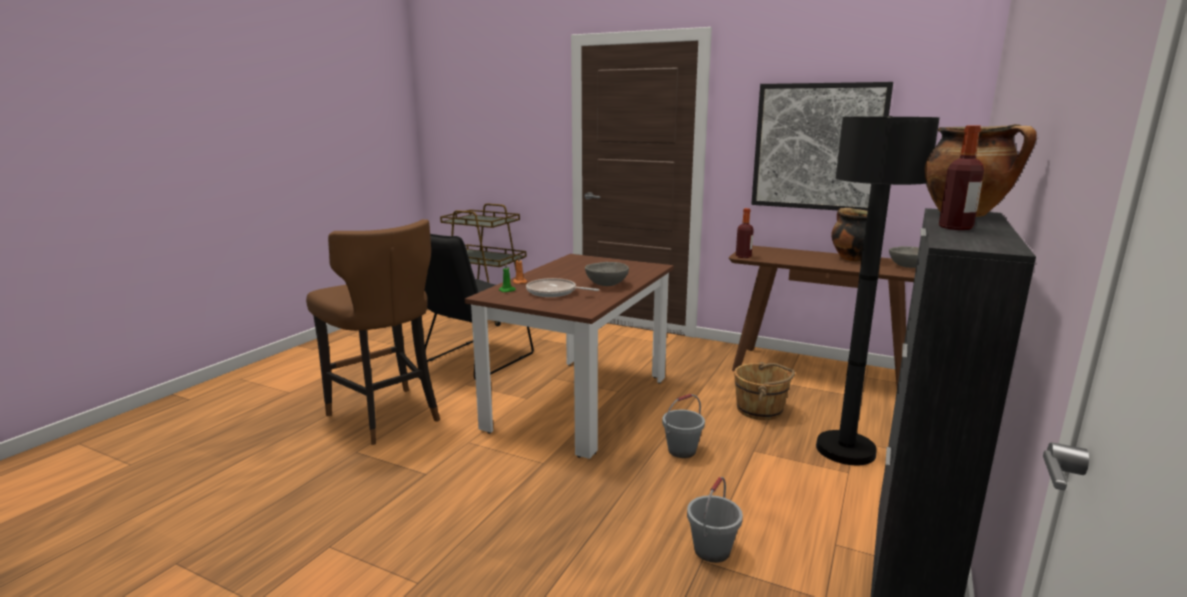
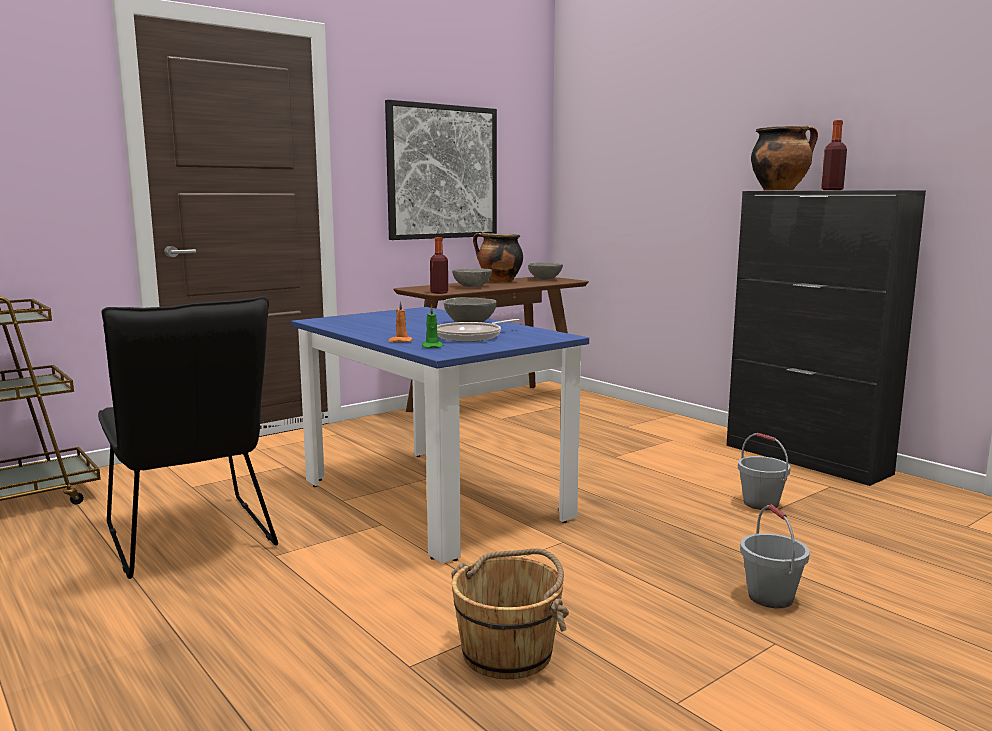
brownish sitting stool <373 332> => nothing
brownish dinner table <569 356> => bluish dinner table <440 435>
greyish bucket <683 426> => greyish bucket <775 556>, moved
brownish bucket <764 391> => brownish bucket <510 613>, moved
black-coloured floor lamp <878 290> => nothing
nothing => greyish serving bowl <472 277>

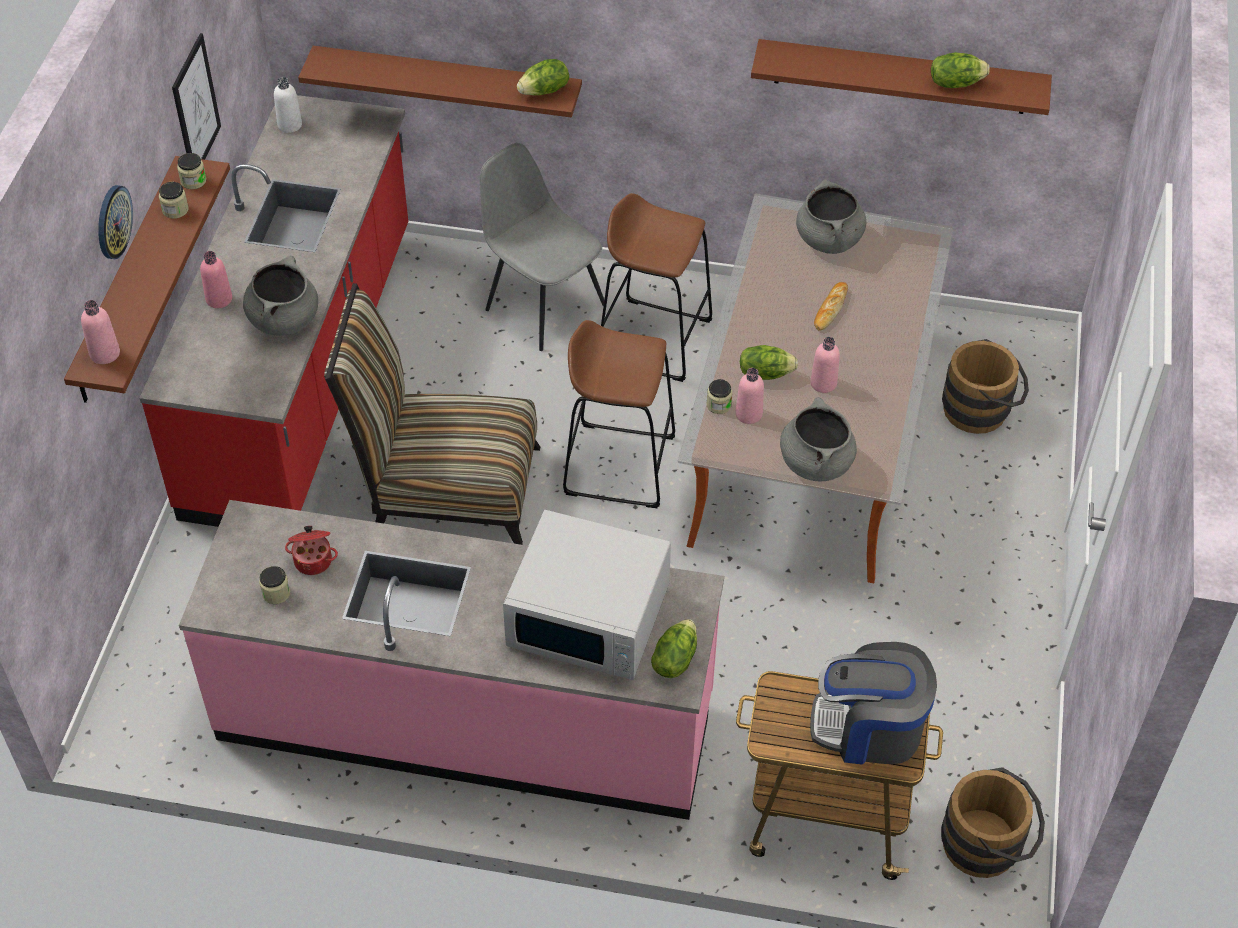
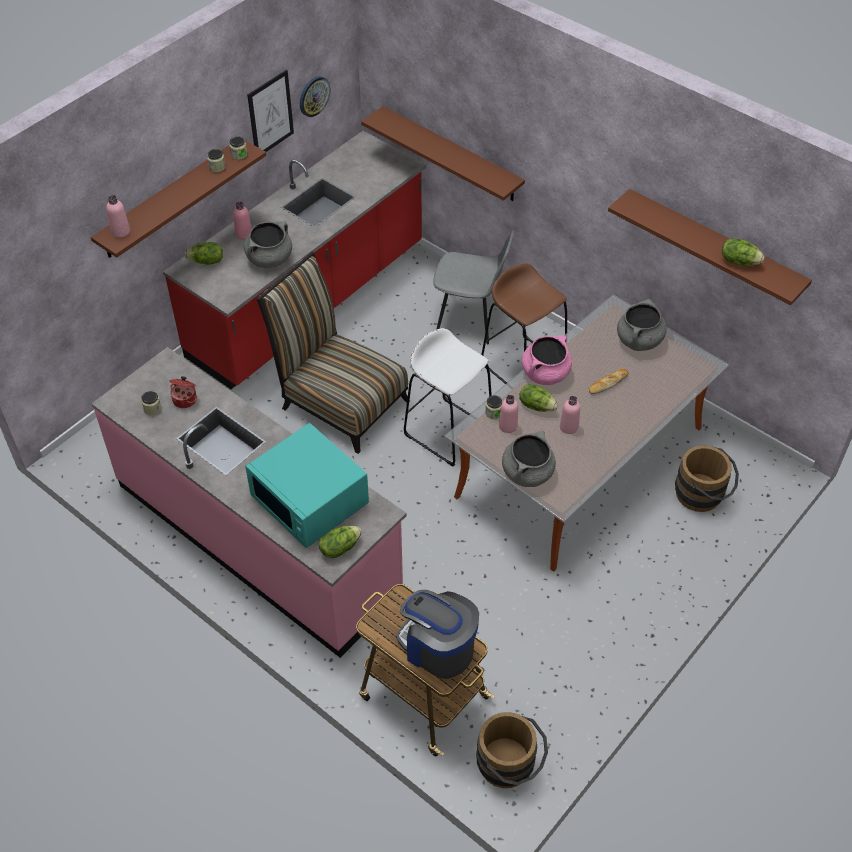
hanging clock <115 222> => hanging clock <315 96>, moved
whitish beverage bottle <288 105> => nothing
greyish chair <542 247> => greyish chair <474 287>, 120 degrees clockwise
whitish microwave oven <587 595> => turquoise microwave oven <307 485>
lettuce <543 77> => lettuce <204 253>, moved
brownish sitting stool <619 414> => whitish sitting stool <448 397>
nothing => pink-coloured saucepot <547 360>

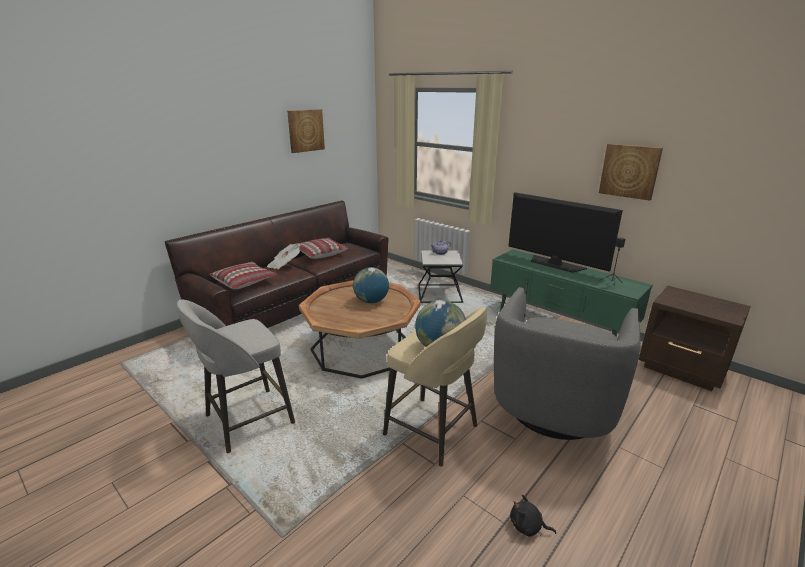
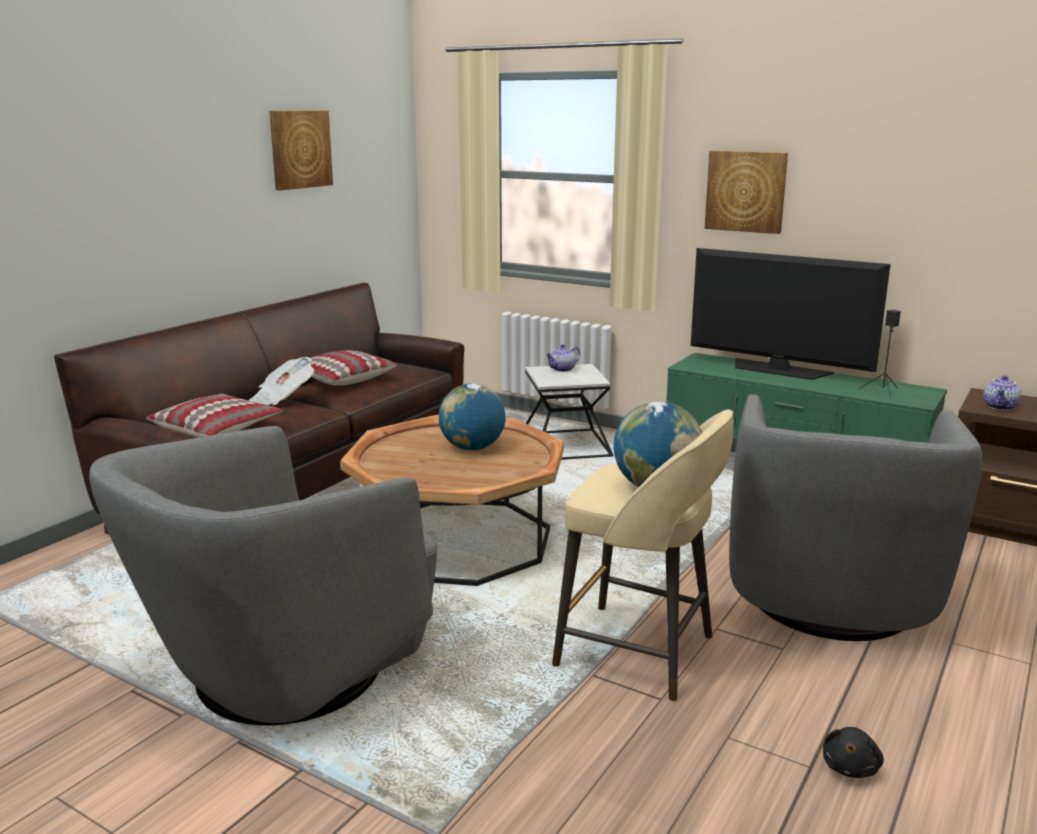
greyish sitting stool <236 376> => greyish easy chair <263 575>
black-coloured soft toy <533 516> => black-coloured soft toy <853 752>, 75 degrees counterclockwise
picture <631 172> => picture <746 192>, moved
nothing => pot for tea <1002 393>

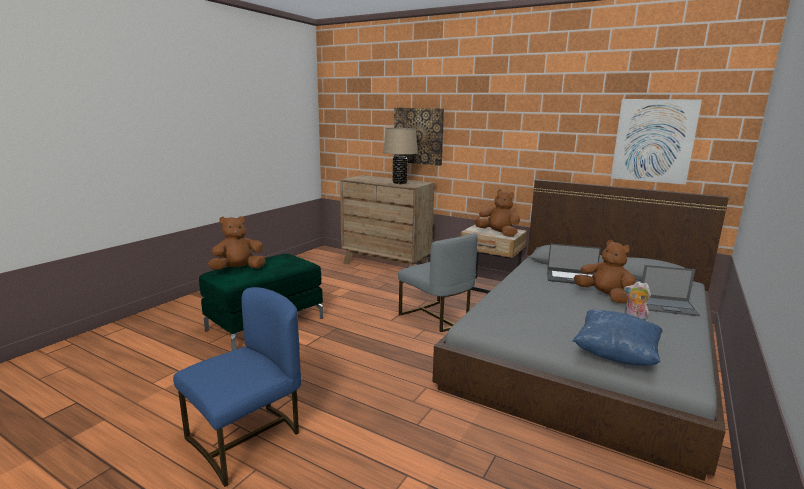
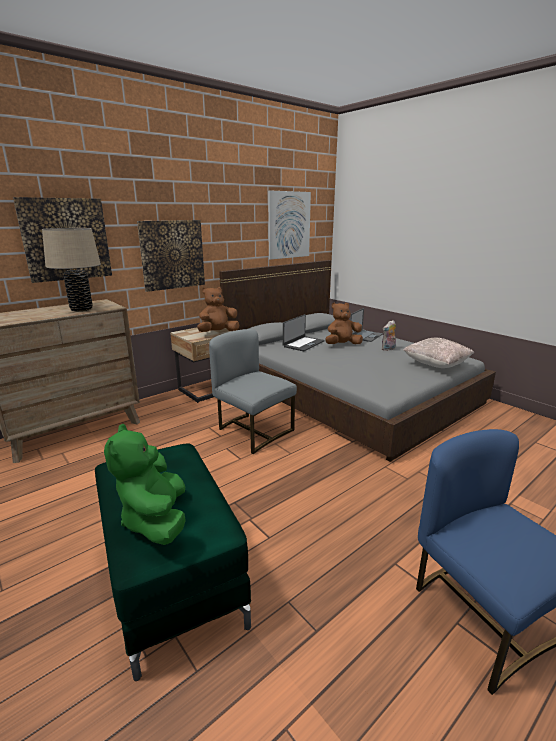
brownish soft toy <237 243> => green-coloured soft toy <144 484>
greyish chair <438 282> => greyish chair <253 391>, 120 degrees counterclockwise
bluish throw pillow <617 337> => beige-coloured throw pillow <438 353>
nothing => picture <171 256>

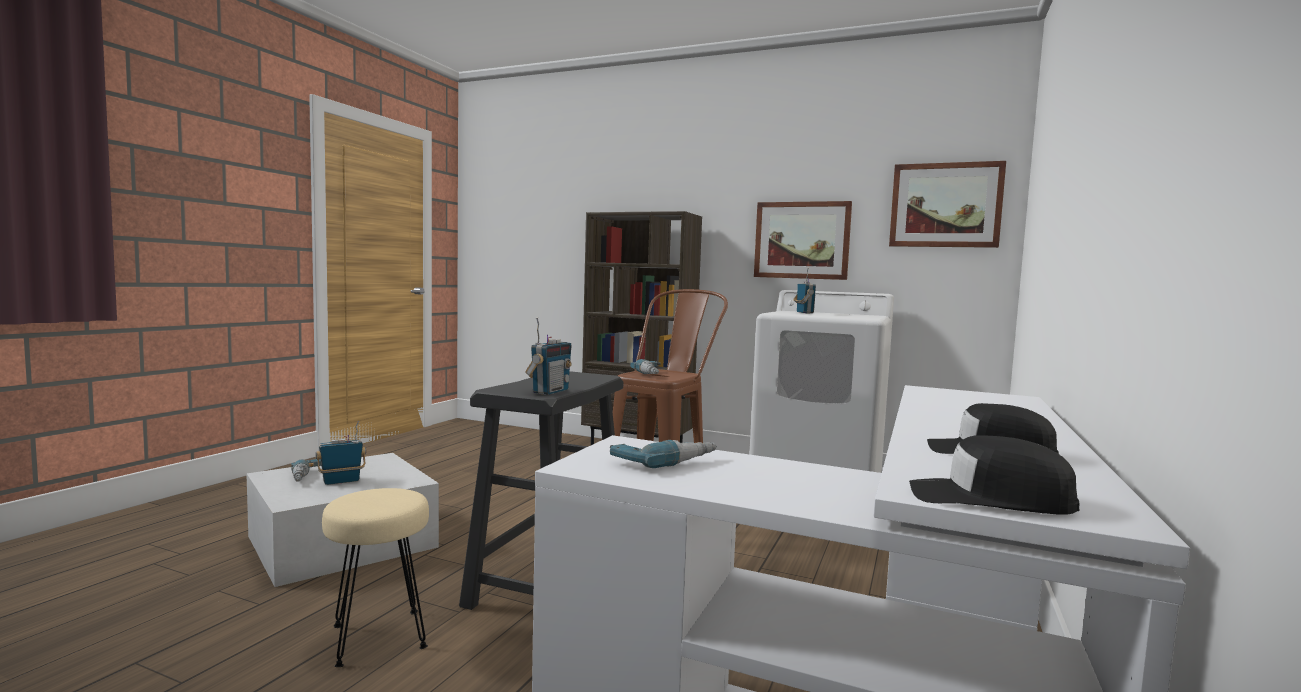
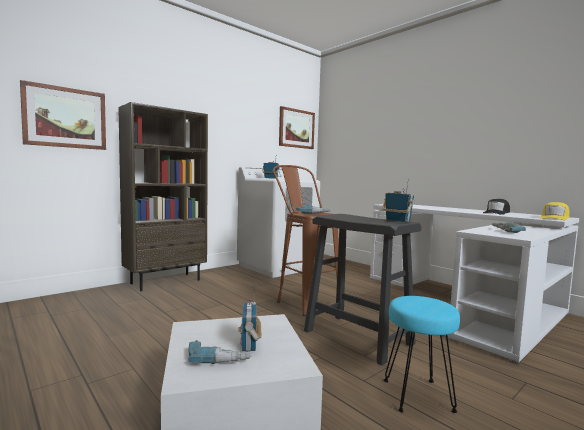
beige-coloured sitting stool <375 577> => turquoise sitting stool <422 354>
picture <803 240> => picture <63 115>, moved
black-coloured peaked cap <994 475> => yellow peaked cap <554 211>

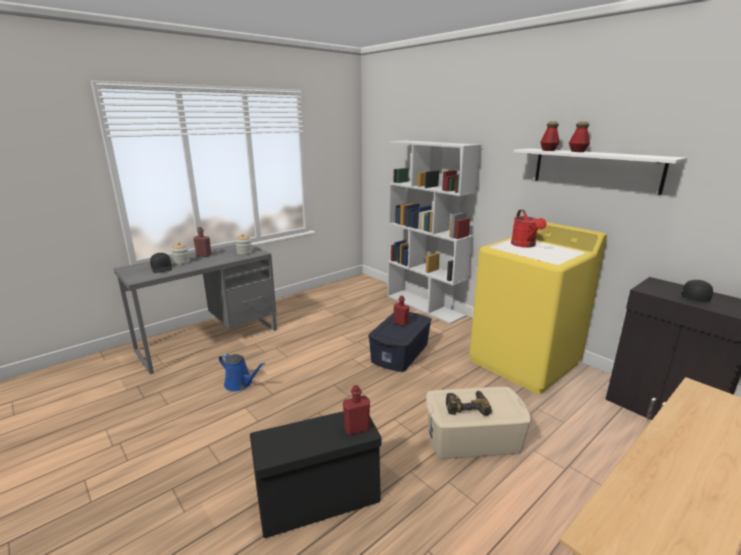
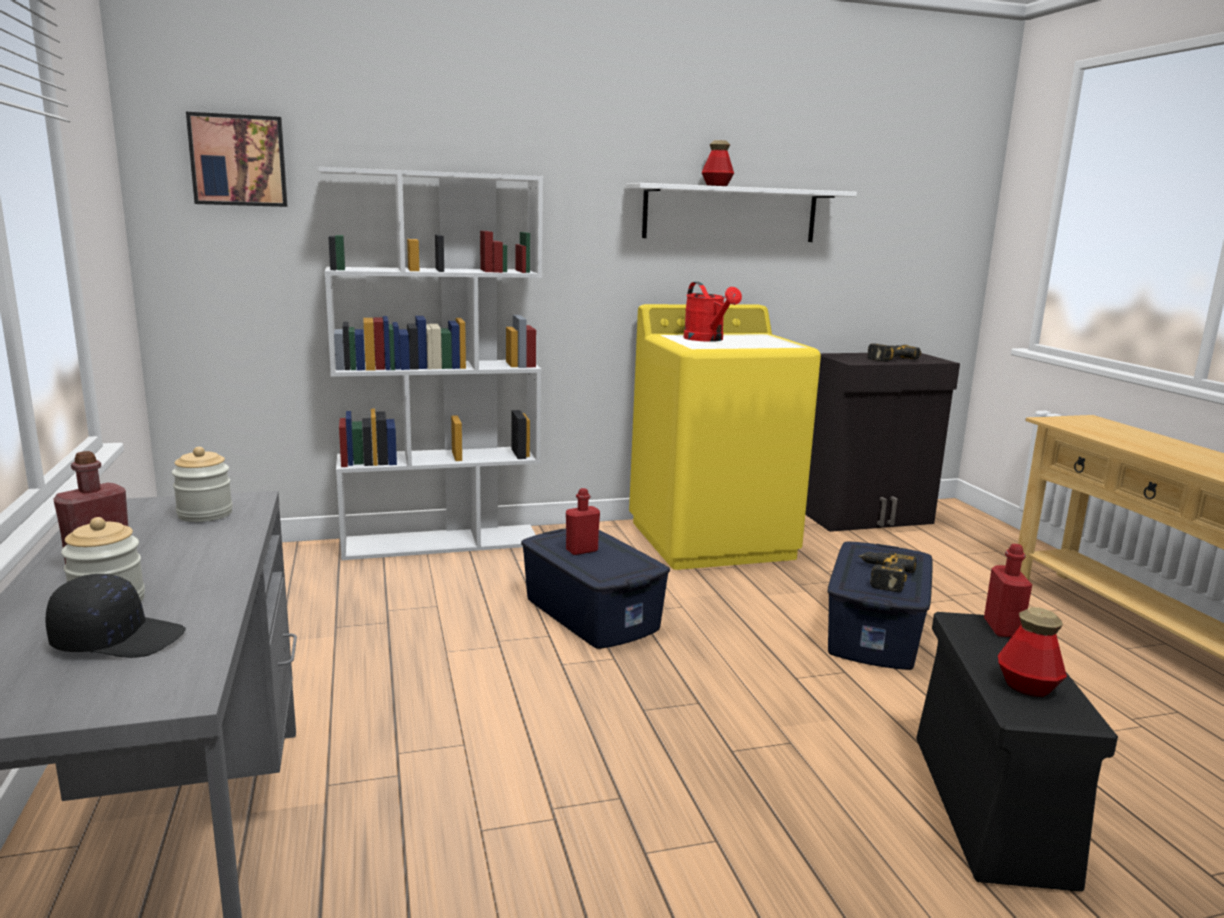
bluish watering can <242 372> => nothing
beige-coloured storage bin <478 423> => bluish storage bin <880 606>
reddish watering can <529 229> => reddish watering can <712 312>, 45 degrees clockwise
beverage bottle <550 136> => beverage bottle <1032 652>, moved
black-coloured peaked cap <697 291> => drill <894 353>
nothing => picture <237 159>

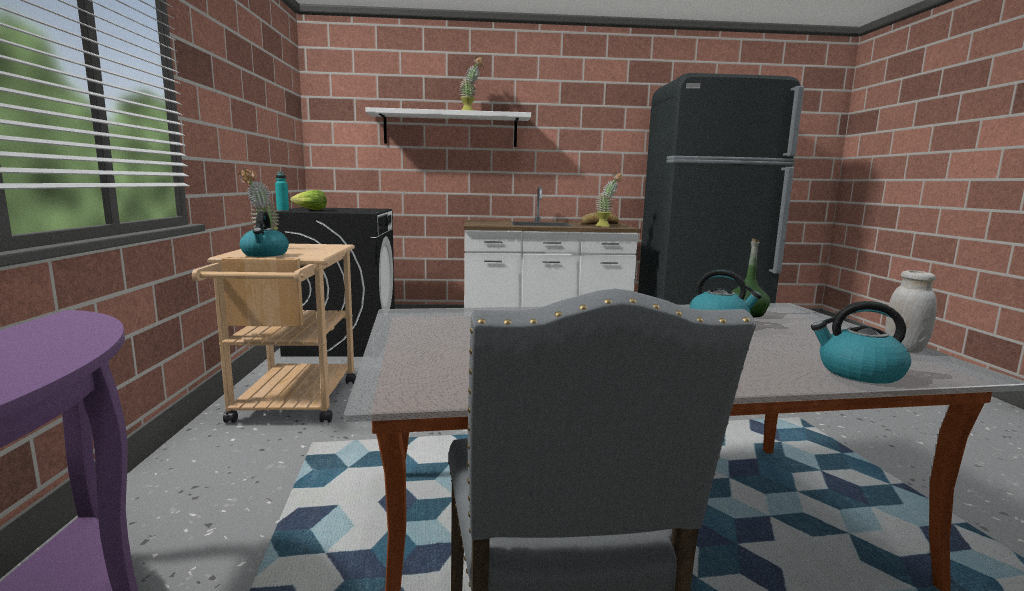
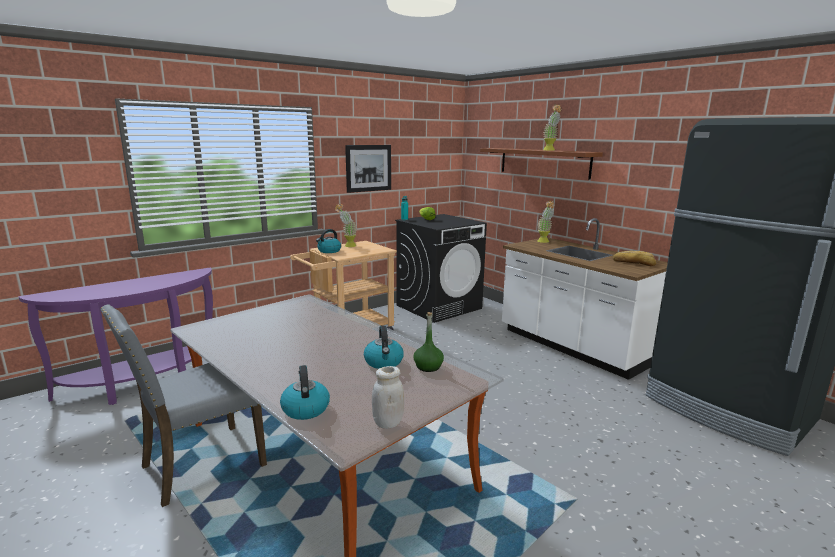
whitish bracket shelf <448 127> => brownish bracket shelf <541 164>
potted plant <609 199> => potted plant <546 221>, moved
nothing => picture <368 169>

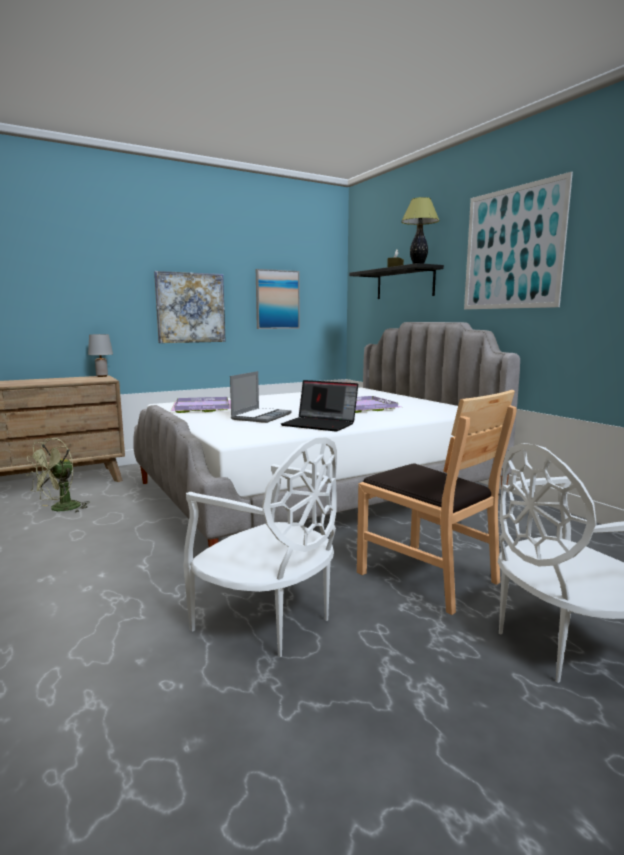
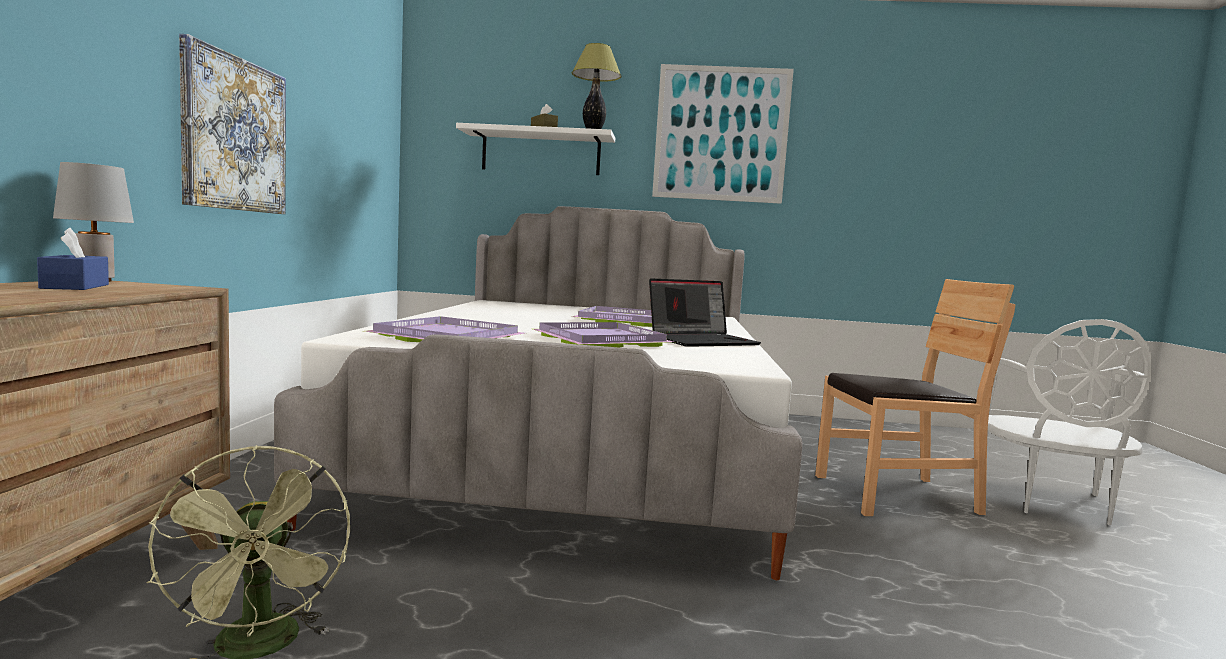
whitish chair <260 547> => nothing
portable computer <260 397> => purple-coloured tray <603 335>
picture <278 299> => nothing
black-coloured bracket shelf <396 281> => whitish bracket shelf <535 149>
nothing => bluish tissue box <73 259>

